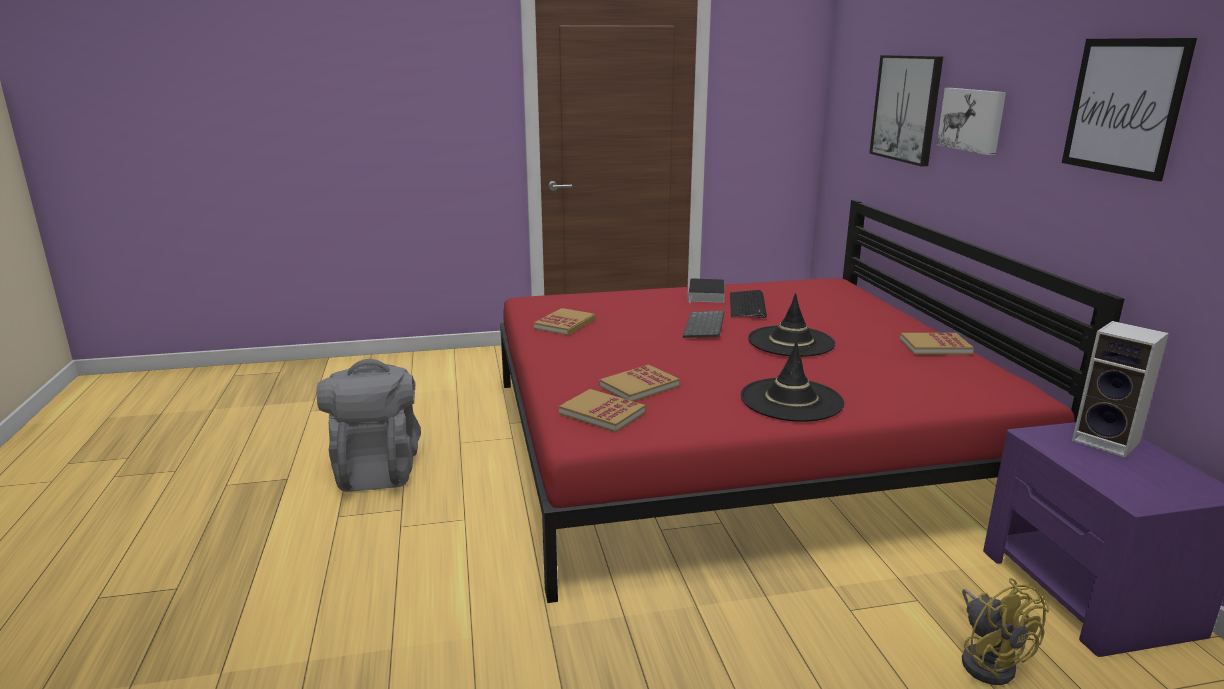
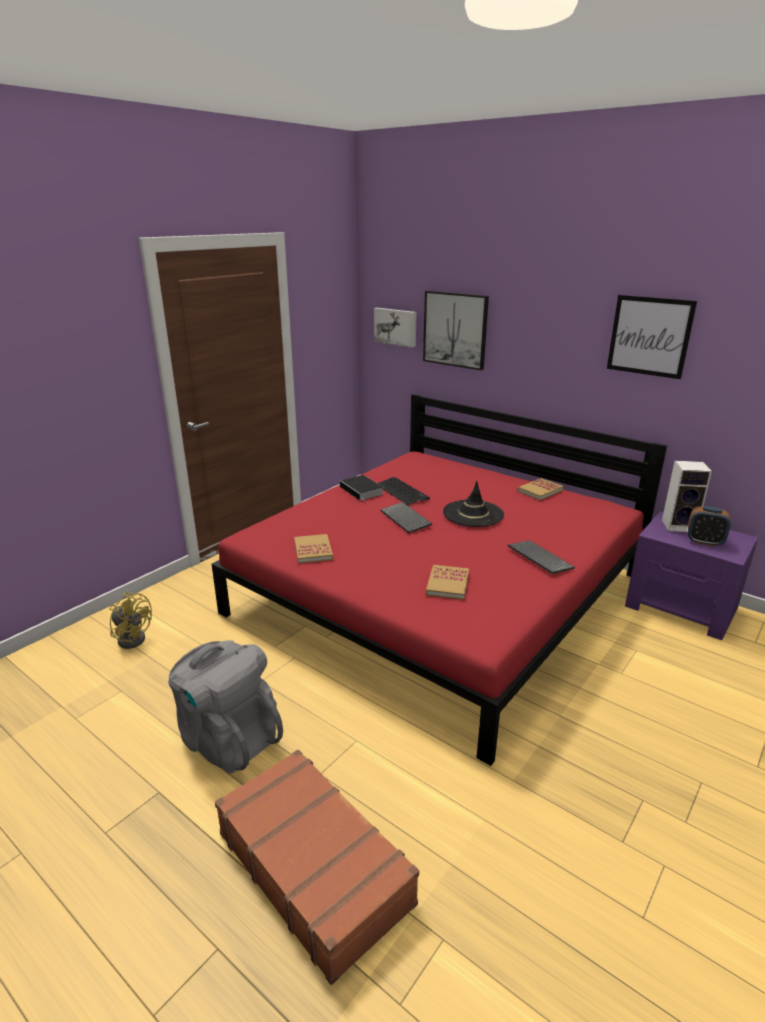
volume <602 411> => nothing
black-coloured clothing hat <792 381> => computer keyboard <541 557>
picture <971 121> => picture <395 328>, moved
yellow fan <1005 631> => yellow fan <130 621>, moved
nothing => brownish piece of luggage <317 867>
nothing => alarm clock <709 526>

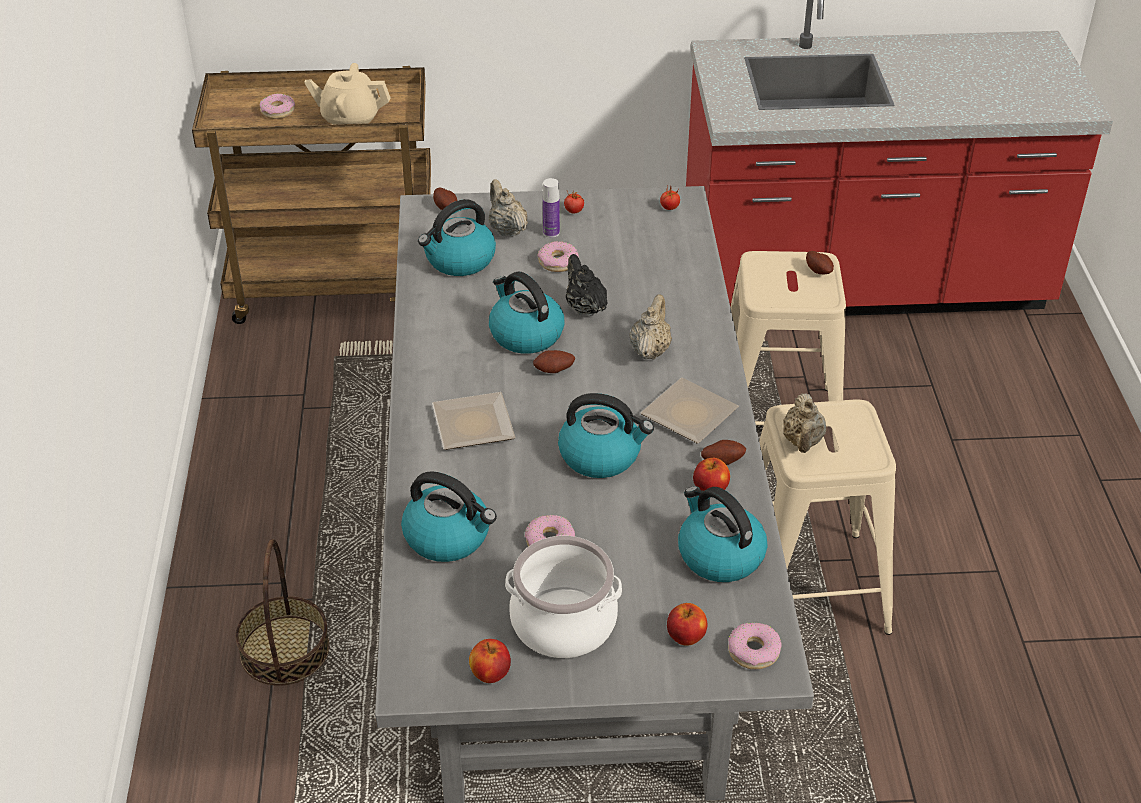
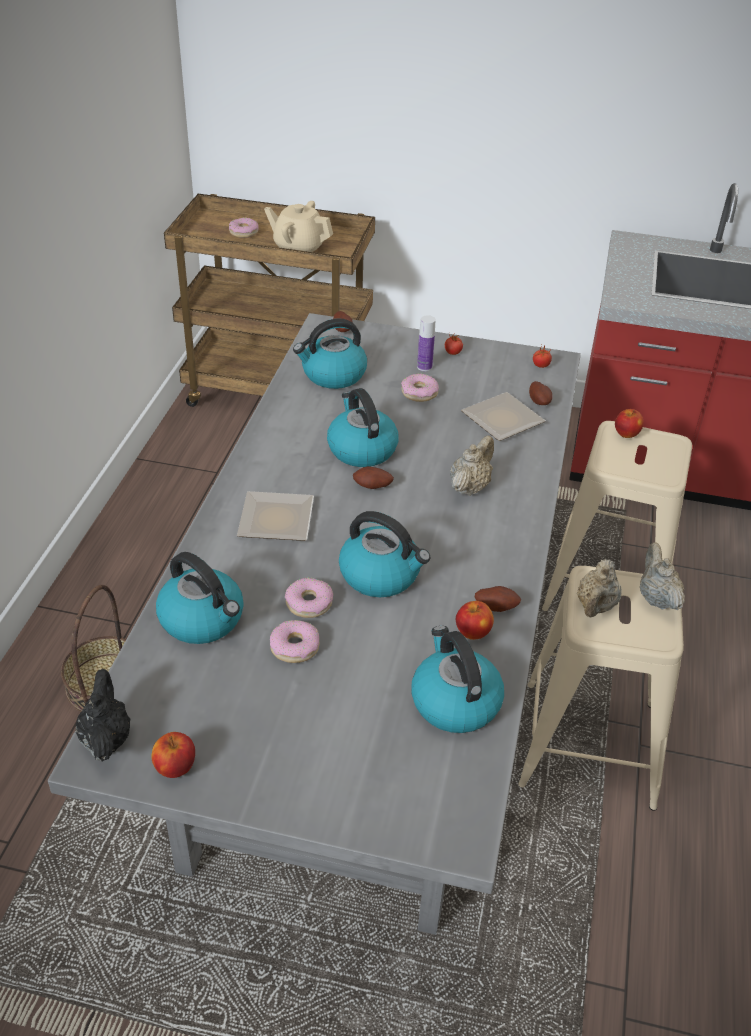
beige-coloured pot for tea <508 208> => beige-coloured pot for tea <662 576>, moved
saucepot <563 597> => nothing
black-coloured pot for tea <587 285> => black-coloured pot for tea <102 715>, moved
flat dish <689 410> => flat dish <503 416>, moved
apple fruit <687 624> => apple fruit <629 423>, moved
doughnut <755 646> => doughnut <309 598>, moved
spud <820 262> => spud <541 393>, moved

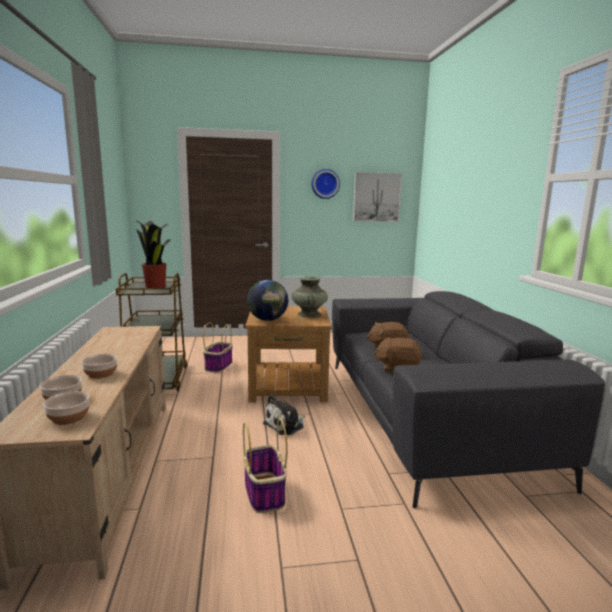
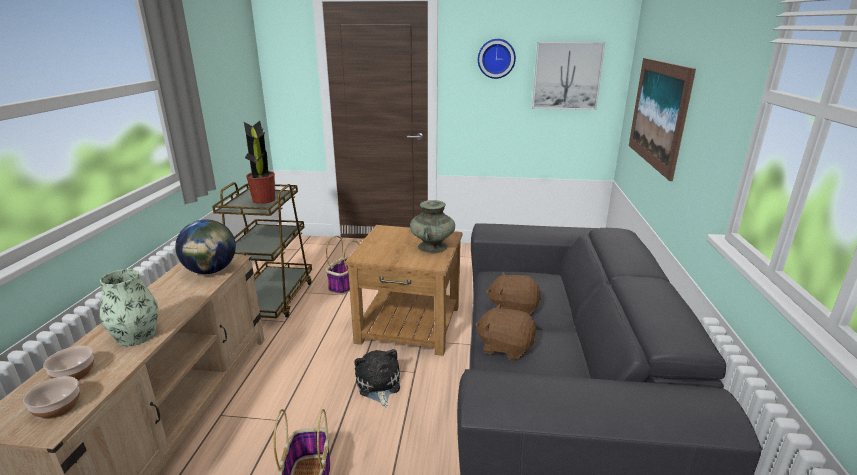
serving bowl <99 366> => decorative vase <129 307>
world globe <267 300> => world globe <205 246>, moved
soft toy <284 415> => soft toy <377 378>, 105 degrees clockwise
nothing => picture <662 119>

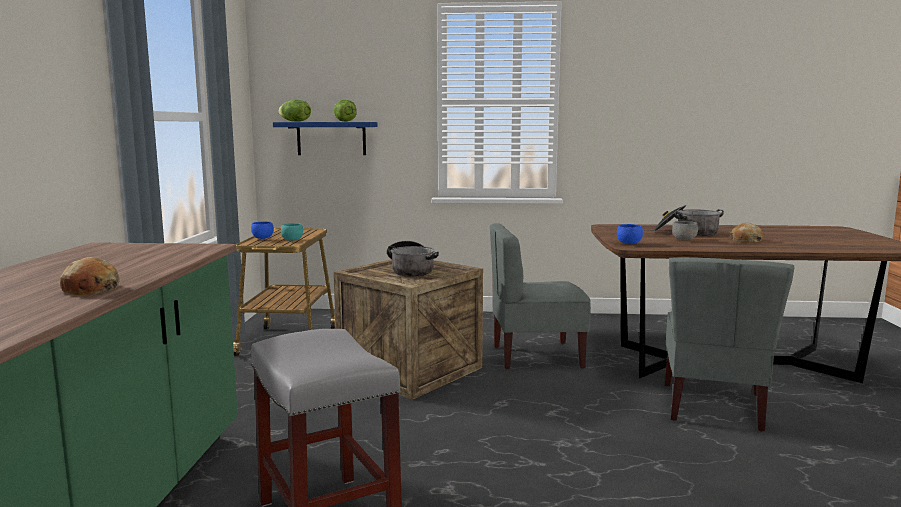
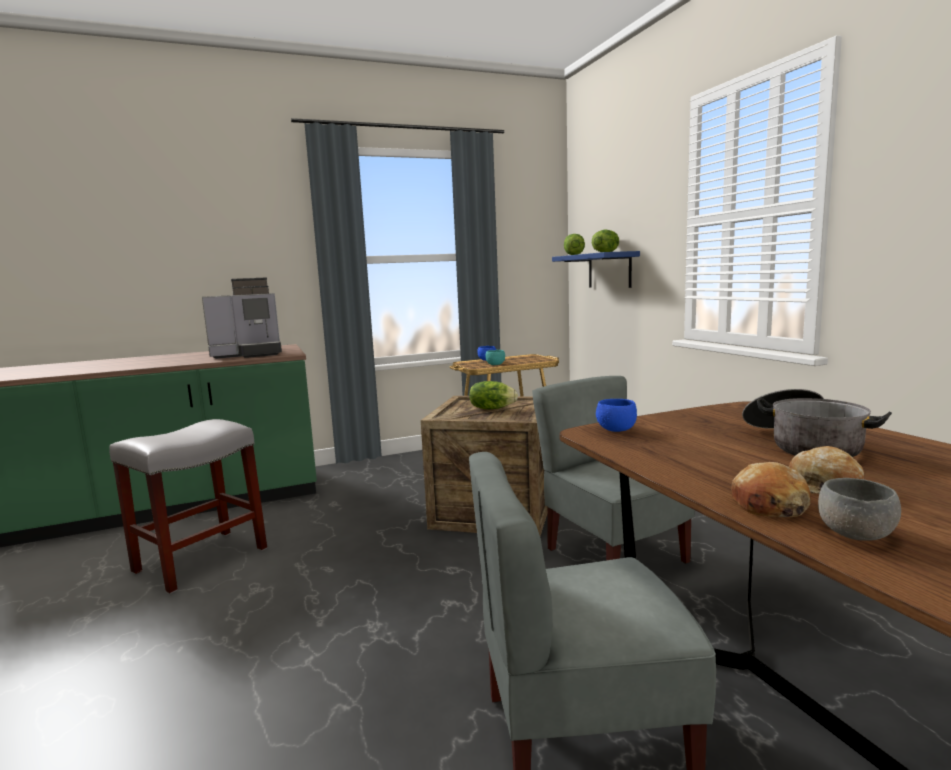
baked bread <89 276> => baked bread <771 489>, moved
saucepot <413 259> => lettuce <493 395>
greyish serving bowl <685 231> => greyish serving bowl <859 509>, moved
nothing => coffee machine <242 318>

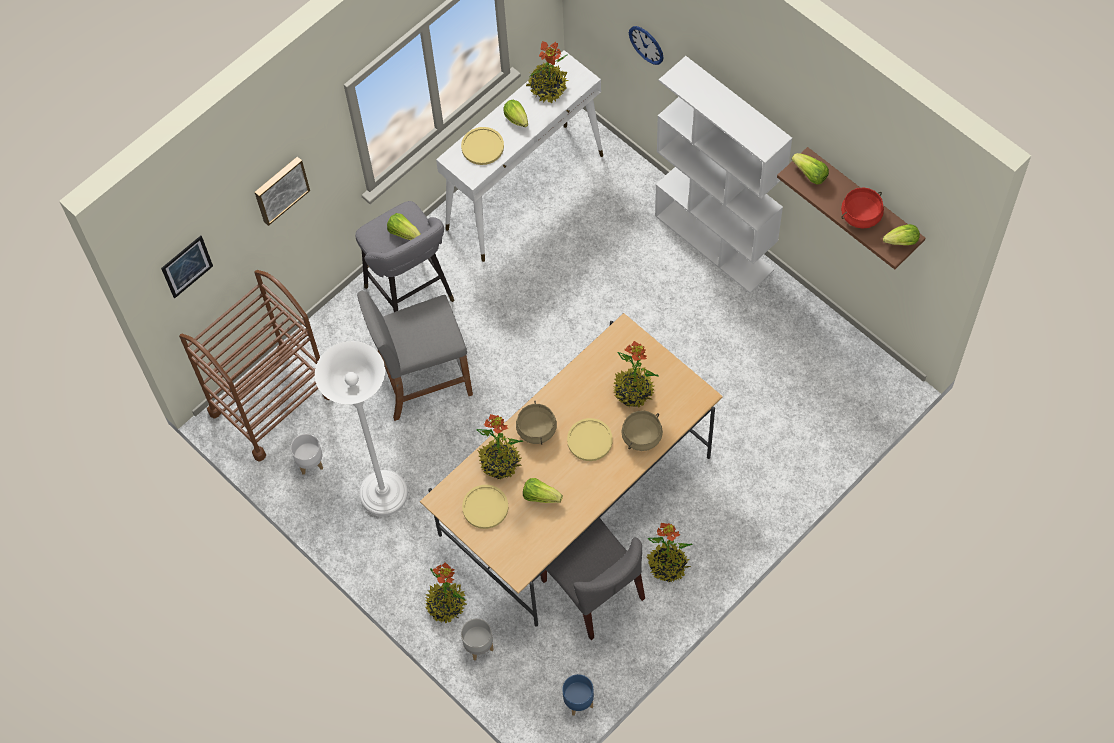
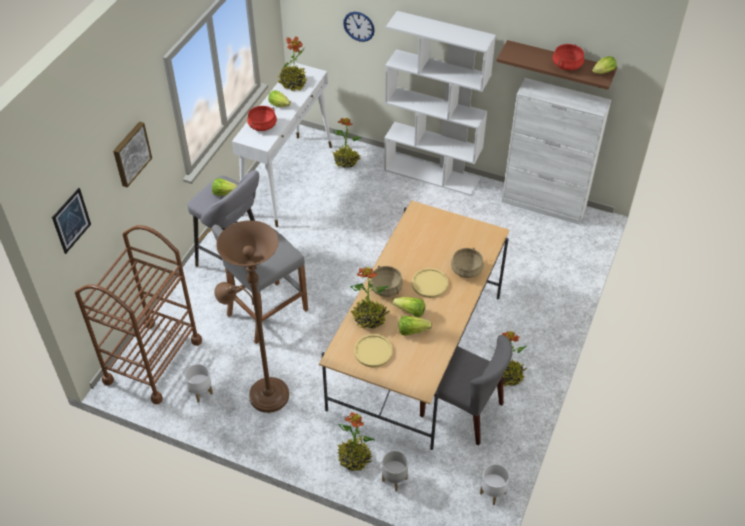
whitish floor lamp <361 428> => brownish floor lamp <251 316>
yellow flat dish <482 146> => reddish saucepot <262 118>
bluish planter <578 695> => whitish planter <494 484>
potted plant <636 374> => potted plant <347 143>, moved
lettuce <810 169> => lettuce <409 307>, moved
nothing => whitish cupboard <556 151>

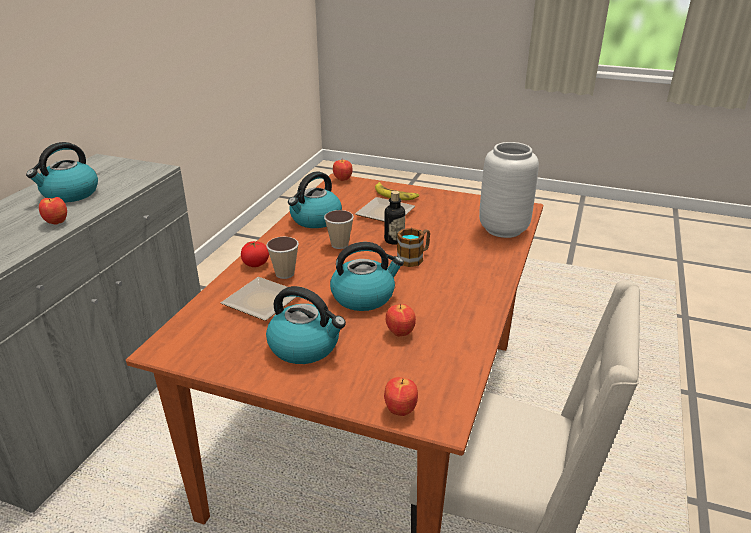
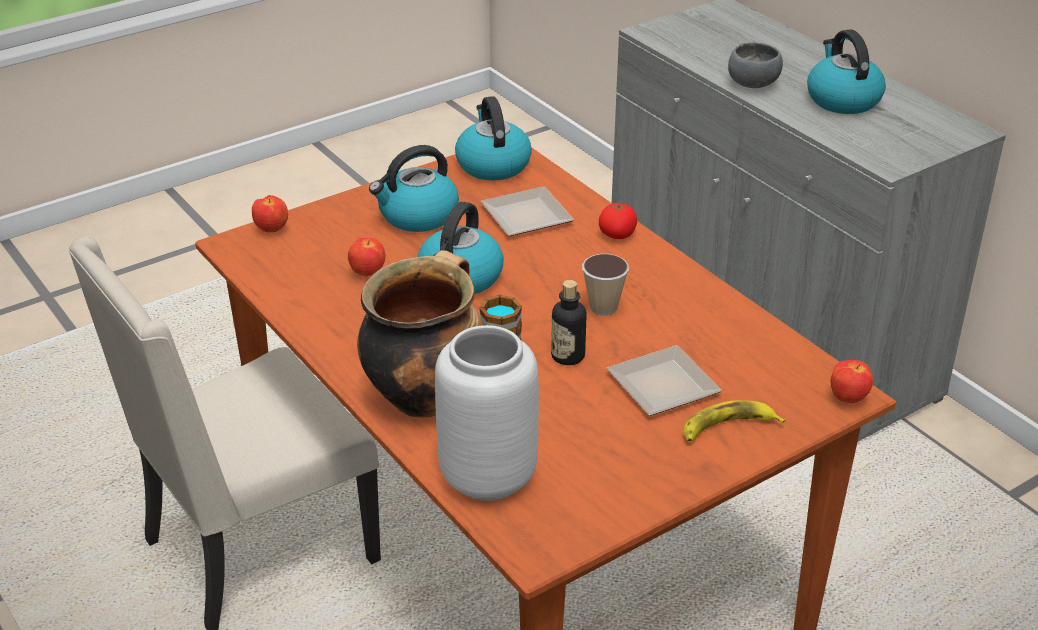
apple fruit <53 211> => greyish serving bowl <755 65>
small cup <282 258> => nothing
tea kettle <315 199> => tea kettle <493 138>, moved
nothing => saucepot <420 334>

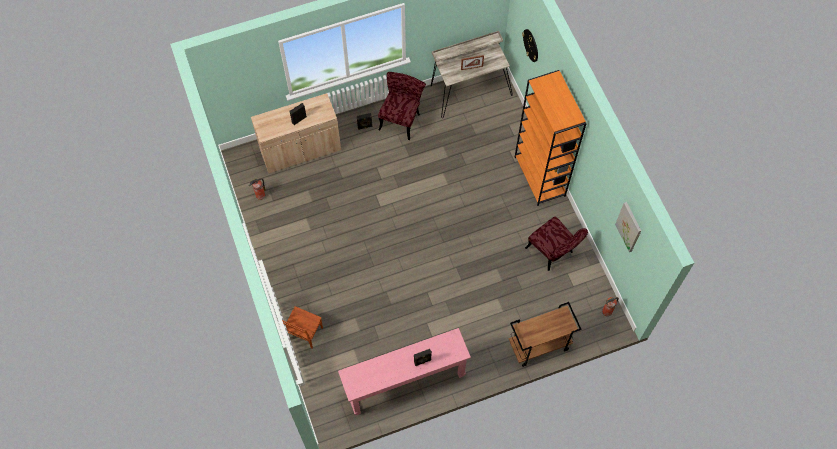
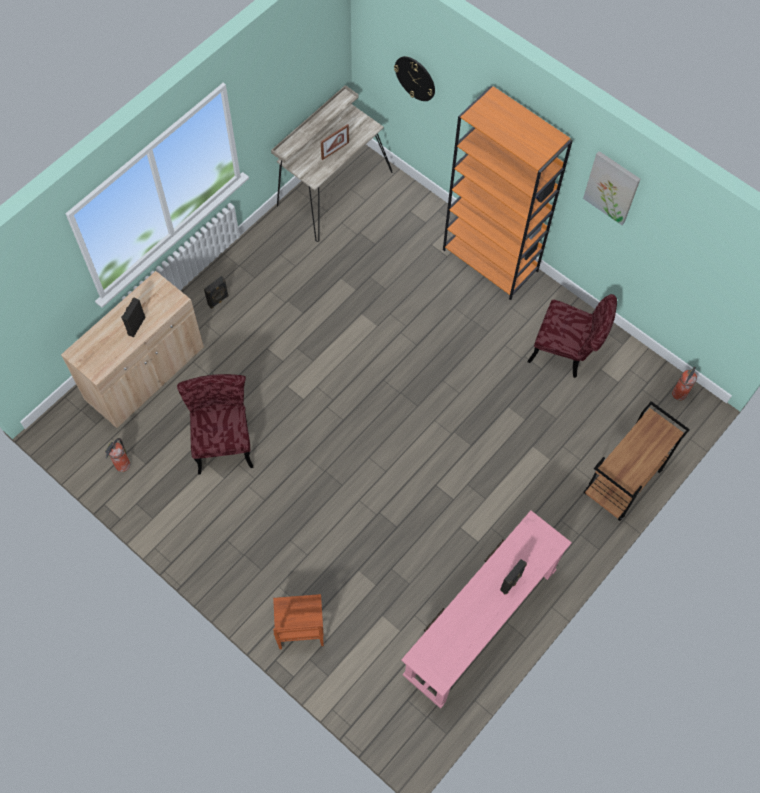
reddish chair <402 106> => reddish chair <215 424>, moved
picture <628 227> => picture <611 188>, moved

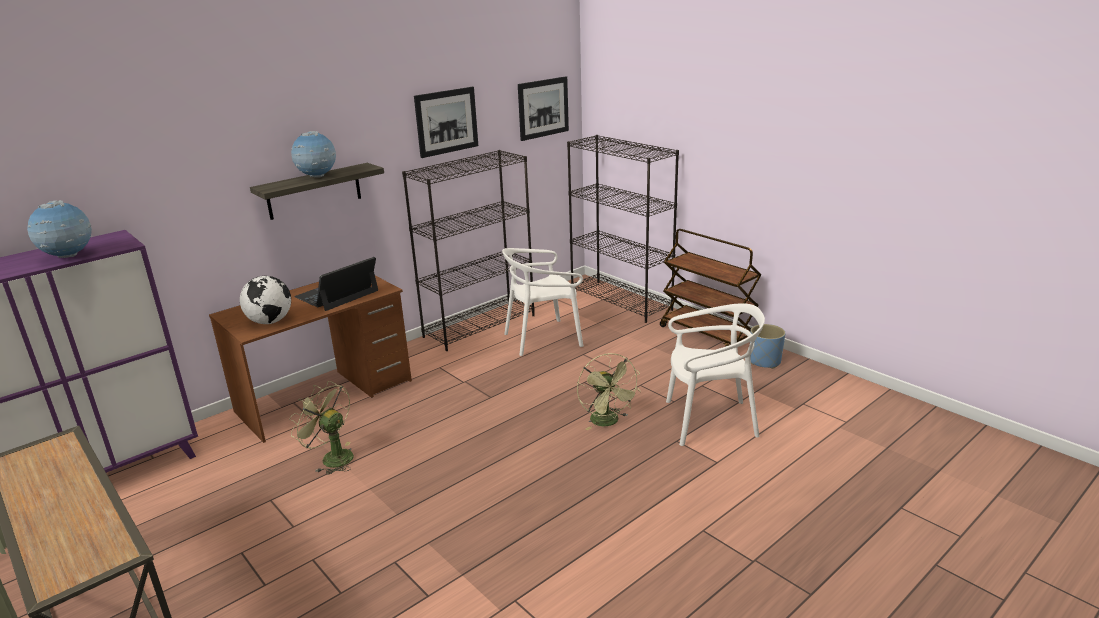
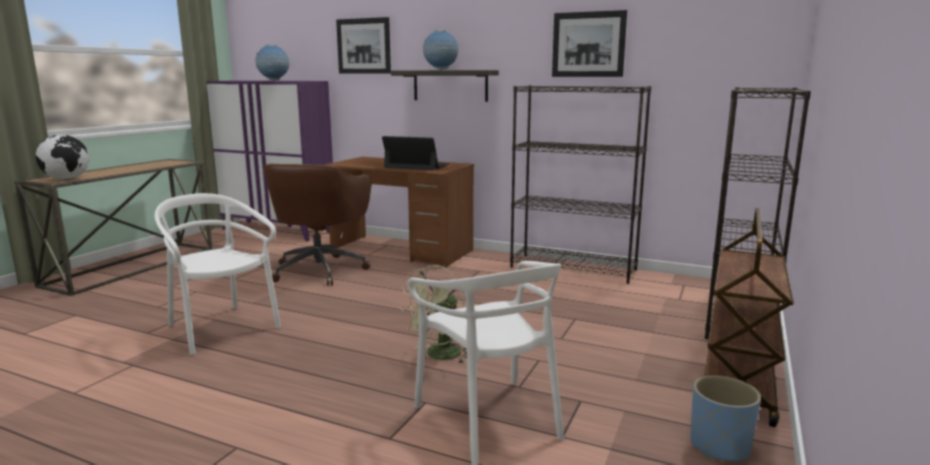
world globe <265 300> => world globe <62 157>, moved
green-coloured fan <321 427> => brownish office chair <317 225>
whitish chair <543 302> => whitish chair <218 274>, moved
picture <543 108> => picture <363 45>, moved

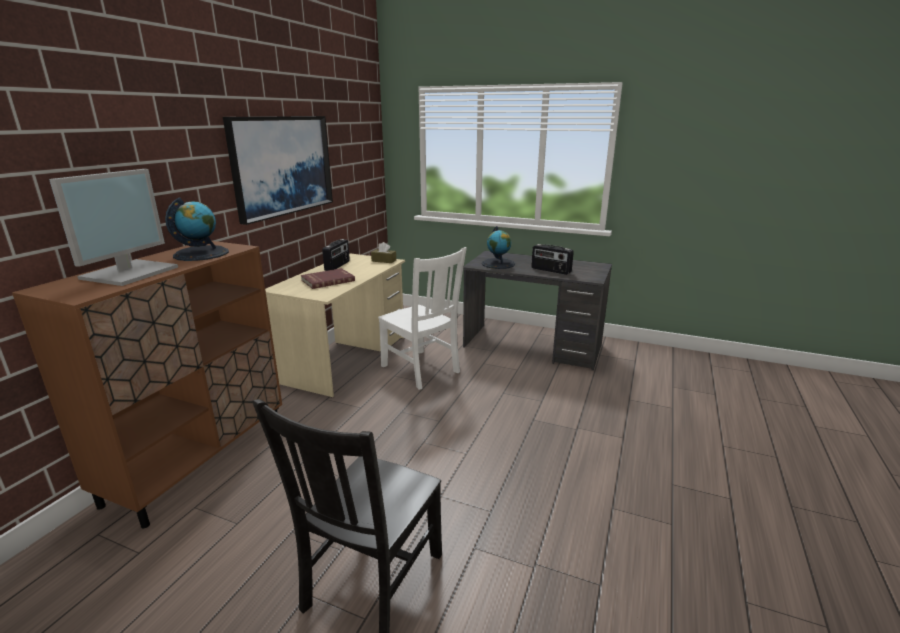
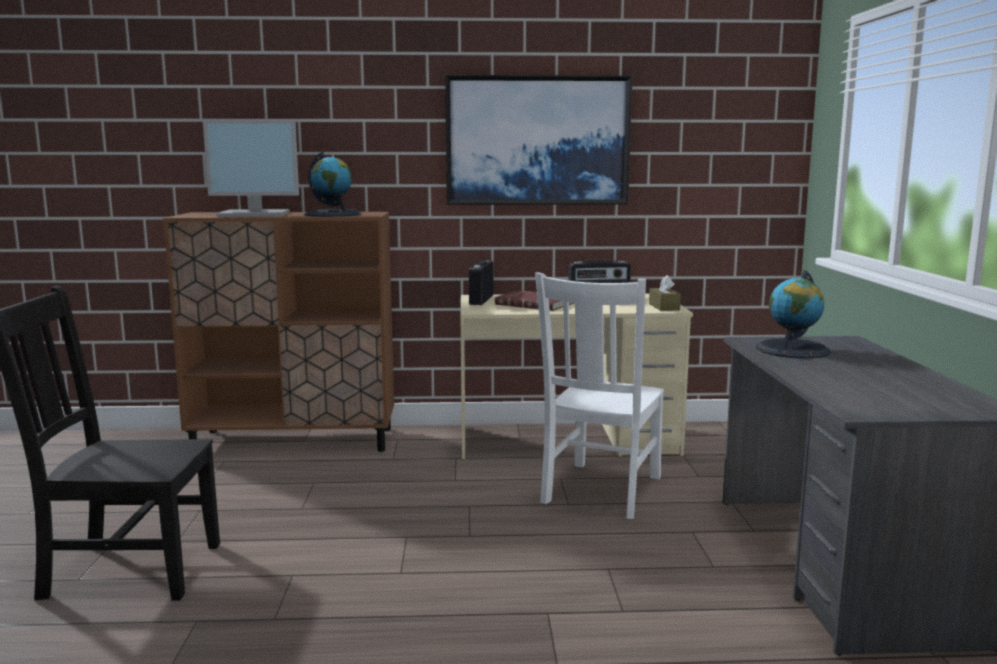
radio set <552 259> => radio set <481 282>, moved

